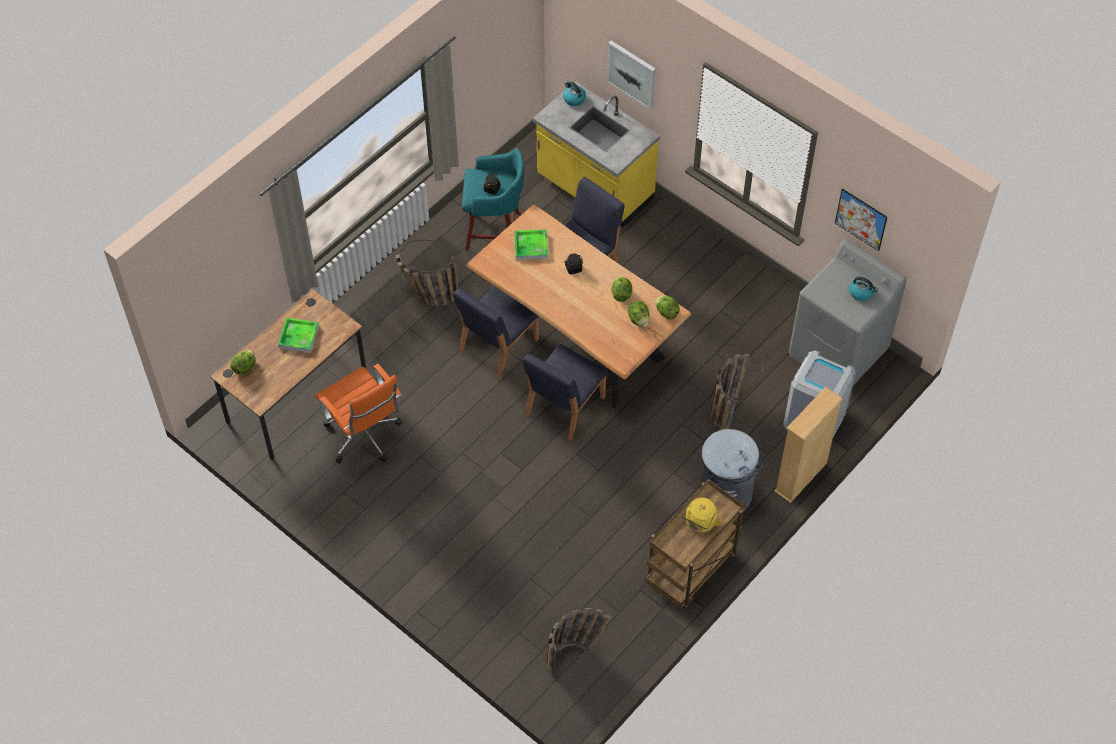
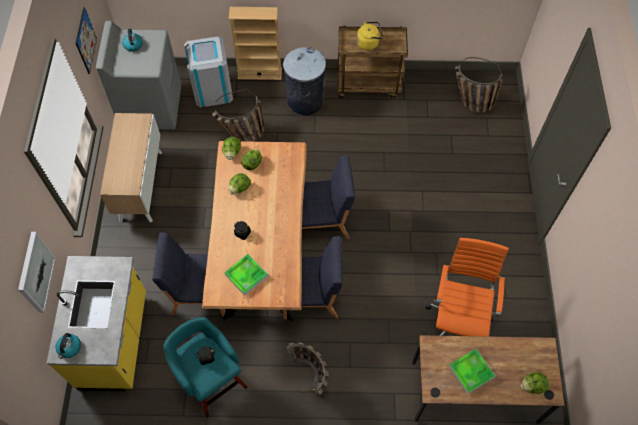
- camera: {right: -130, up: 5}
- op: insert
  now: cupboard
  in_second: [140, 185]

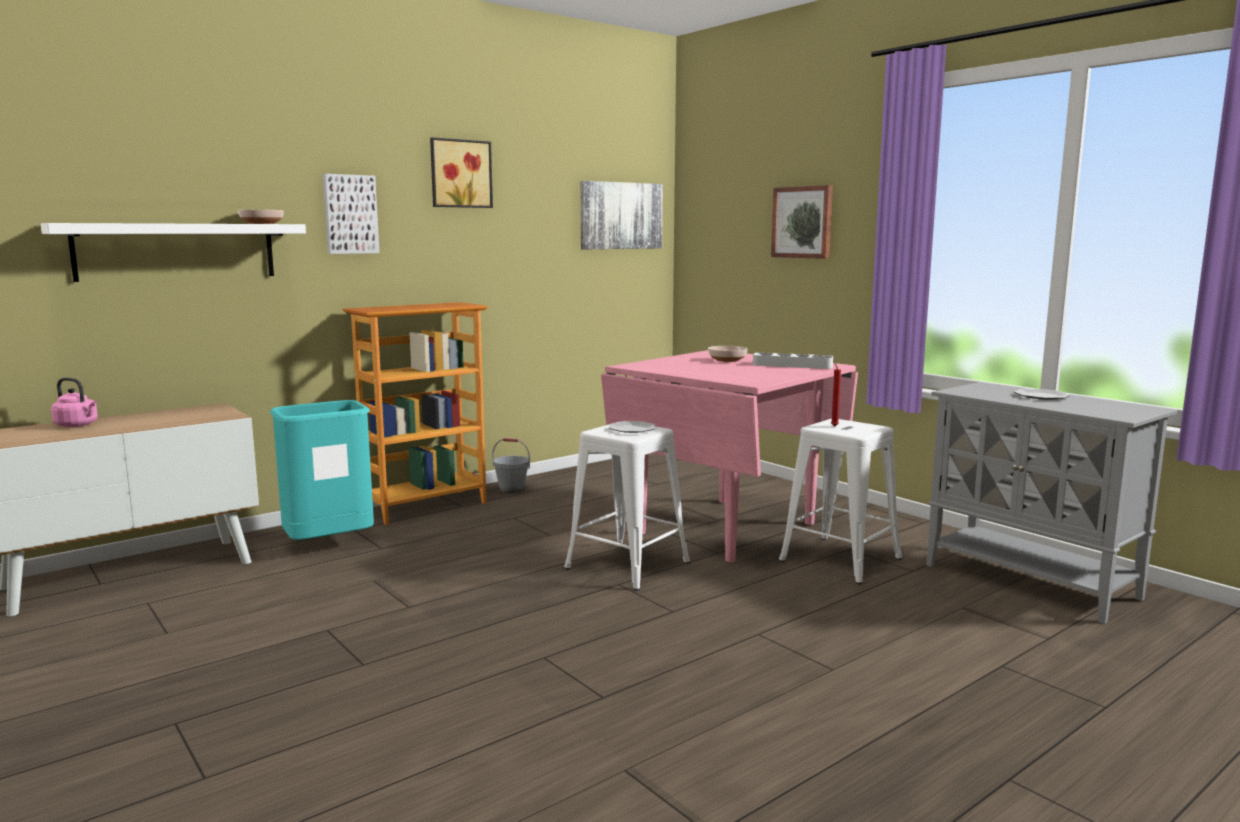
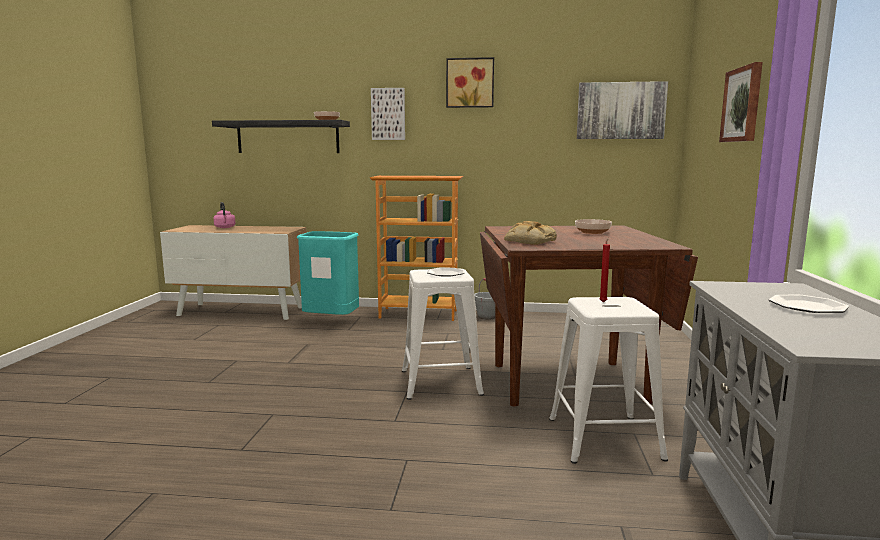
- camera: {right: 45, up: 0}
- op: recolor
  was: white wall shelf
  now: black-coloured wall shelf
  in_first: [177, 251]
  in_second: [288, 137]
- op: recolor
  was: pink dinner table
  now: brown-coloured dinner table
  in_first: [727, 528]
  in_second: [568, 383]
- op: insert
  now: bakery bread
  in_second: [529, 241]
- op: delete
  was: gray carrying tray
  in_first: [792, 365]

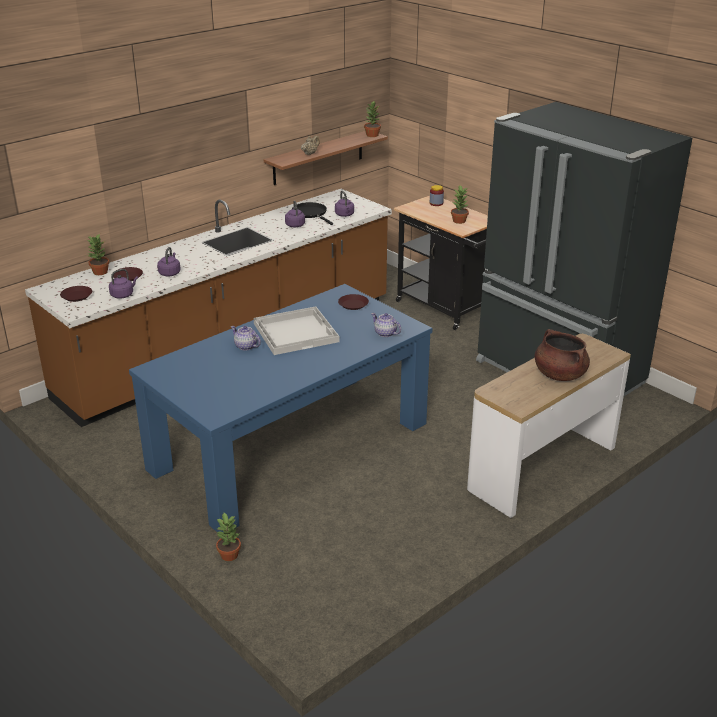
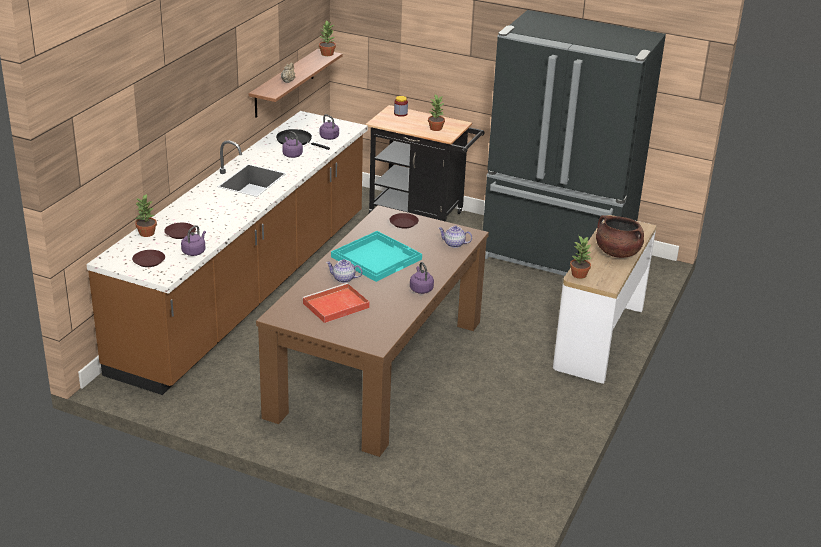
- camera: {right: -25, up: 0}
- op: recolor
  was: blue dinner table
  now: brown-coloured dinner table
  in_first: [290, 446]
  in_second: [377, 367]
- op: insert
  now: reddish carrying tray
  in_second: [335, 306]
- op: recolor
  was: white carrying tray
  now: blue-green carrying tray
  in_first: [296, 332]
  in_second: [376, 257]
- op: move
  was: purple-coloured water kettle
  in_first: [170, 273]
  in_second: [421, 289]
- op: move
  was: plant in a pot
  in_first: [229, 555]
  in_second: [579, 274]

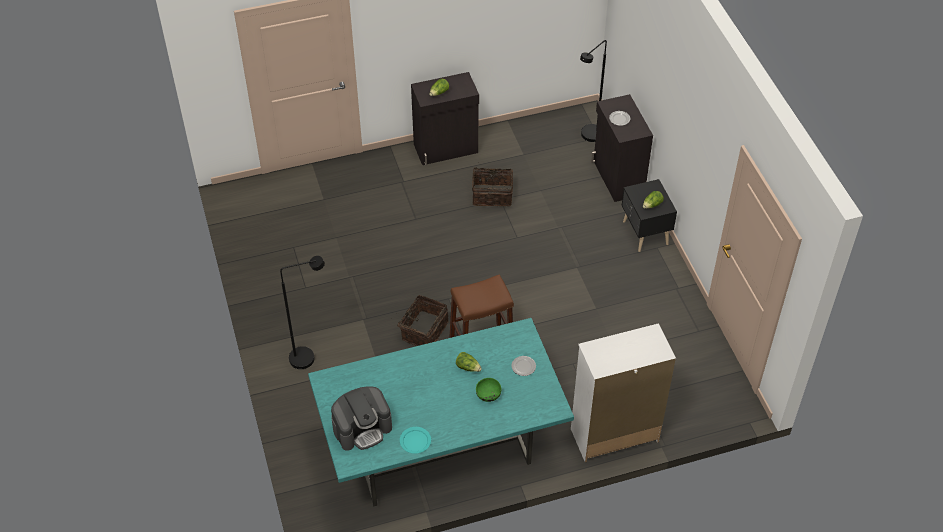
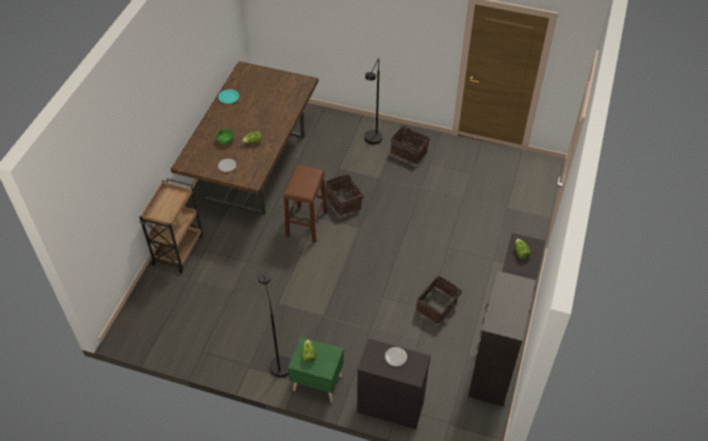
- camera: {right: 125, up: 0}
- op: replace
  was: white drawer chest
  now: brown-coloured cart
  in_first: [613, 435]
  in_second: [178, 249]
- op: recolor
  was: blue-green dinner table
  now: brown-coloured dinner table
  in_first: [441, 445]
  in_second: [254, 167]
- op: move
  was: black-coloured standard lamp
  in_first: [588, 138]
  in_second: [279, 362]
- op: recolor
  was: black-coloured bedside table
  now: green-coloured bedside table
  in_first: [644, 233]
  in_second: [317, 382]
- op: insert
  now: storage basket
  in_second: [409, 151]
- op: insert
  now: black-coloured drawer chest
  in_second: [491, 373]
- op: delete
  was: coffee maker
  in_first: [362, 428]

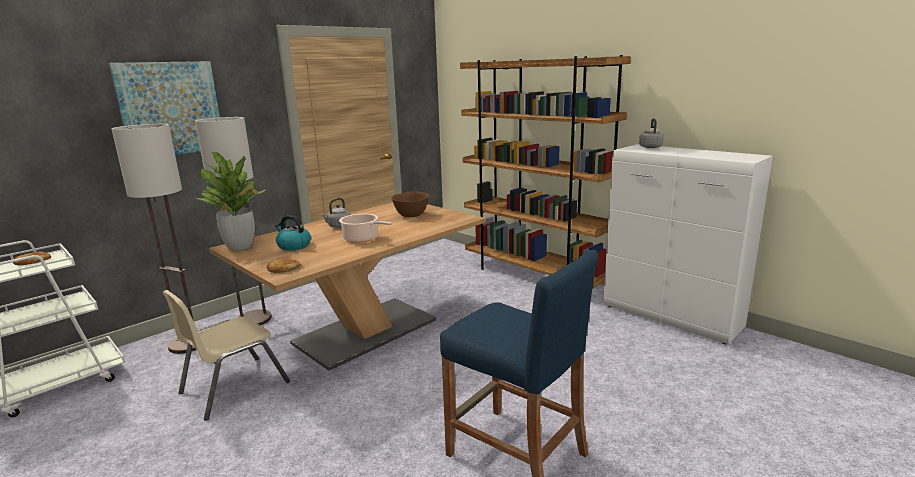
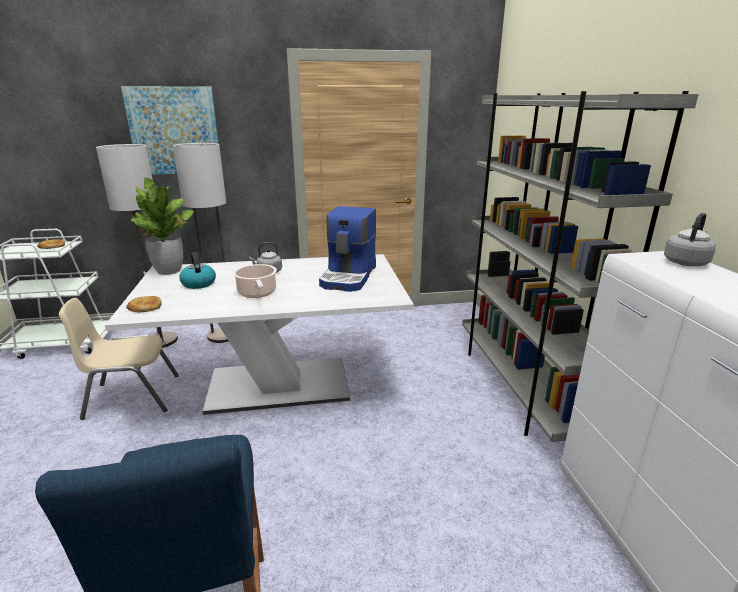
- camera: {right: 35, up: 5}
- op: recolor
  was: brown-coloured dinner table
  now: white dinner table
  in_first: [366, 331]
  in_second: [279, 385]
- op: replace
  was: brown-coloured serving bowl
  now: coffee maker
  in_first: [411, 215]
  in_second: [349, 277]
- op: recolor
  was: brown-coloured bookcase
  now: gray bookcase
  in_first: [535, 276]
  in_second: [519, 387]

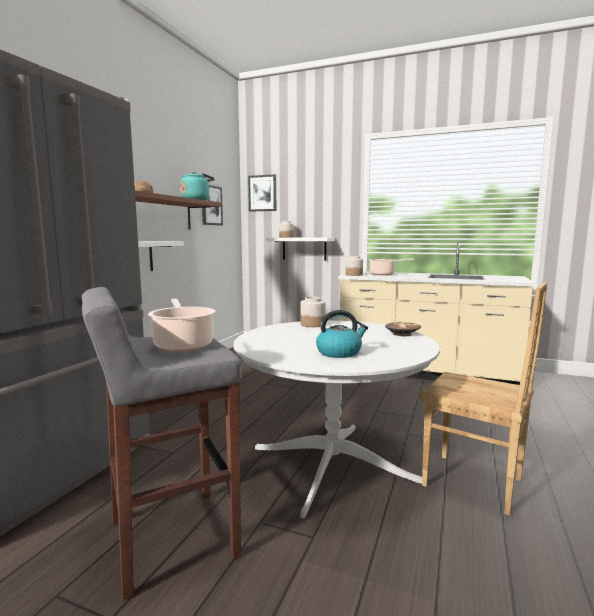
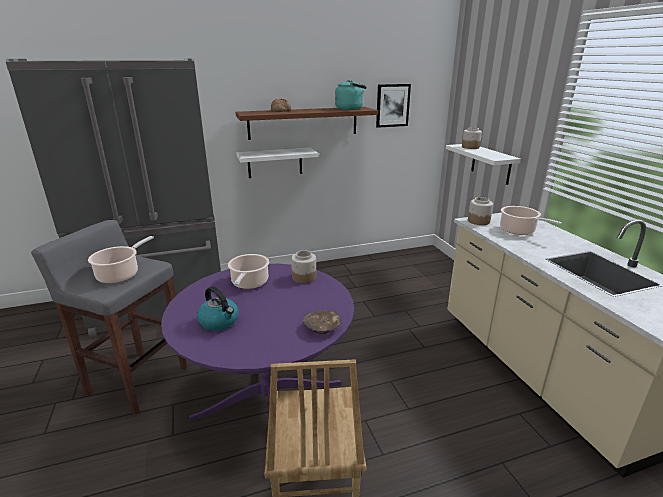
- camera: {right: 50, up: 15}
- op: recolor
  was: white dinner table
  now: purple-coloured dinner table
  in_first: [332, 464]
  in_second: [268, 400]
- op: insert
  now: stockpot
  in_second: [249, 283]
- op: delete
  was: wall art
  in_first: [262, 193]

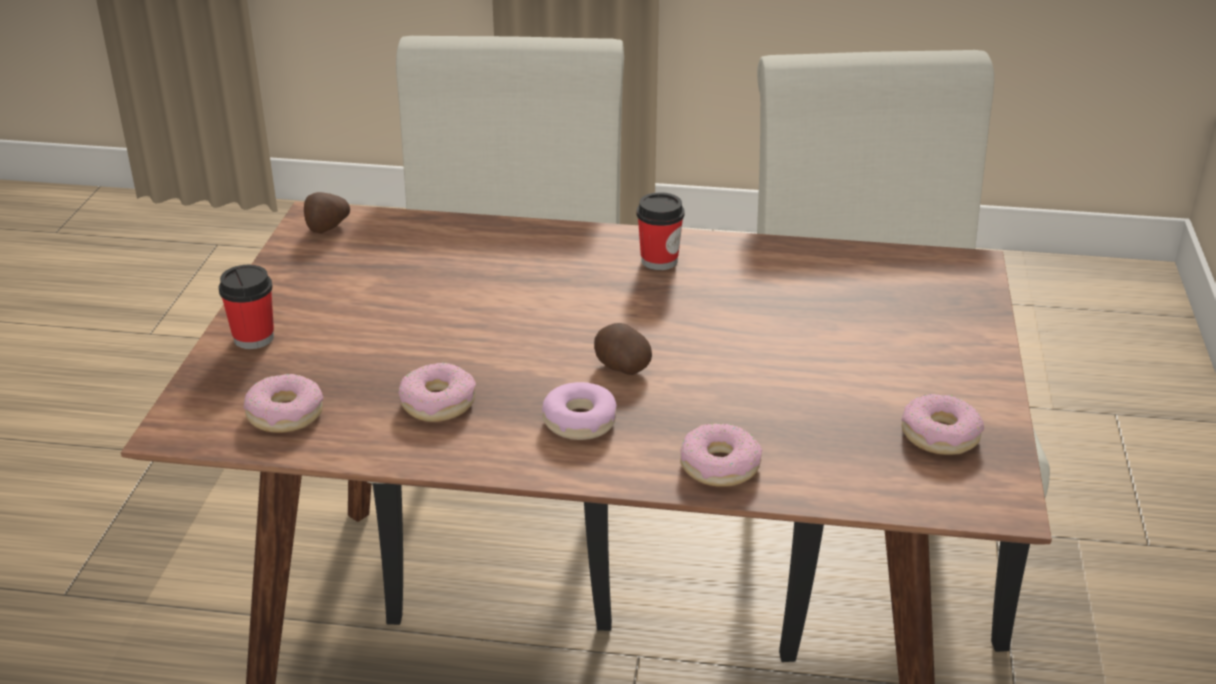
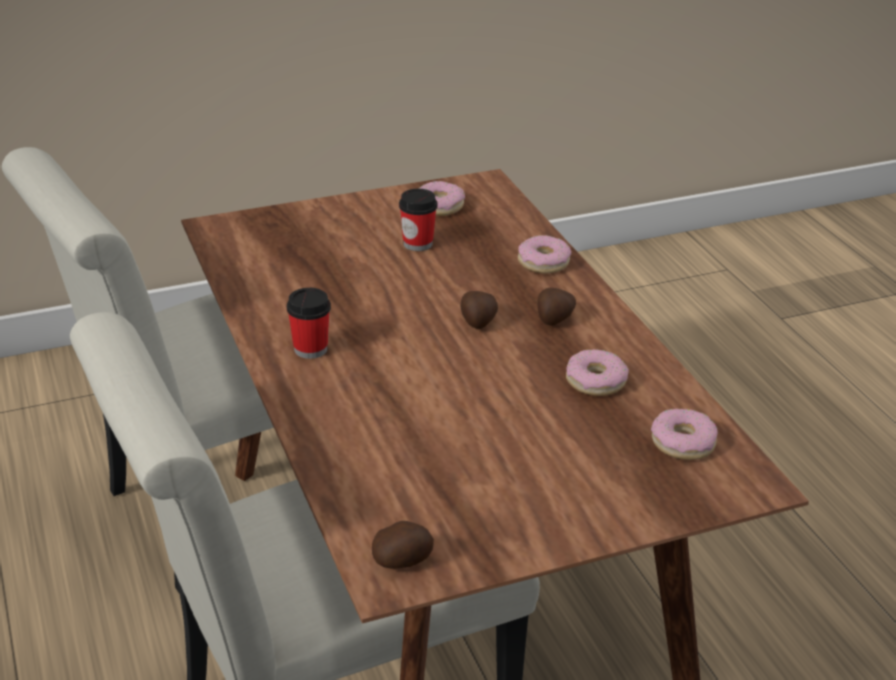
- camera: {right: -120, up: 0}
- op: move
  was: small cup
  in_first: [254, 338]
  in_second: [418, 244]
- op: replace
  was: doughnut
  now: spud
  in_first: [580, 421]
  in_second: [553, 320]

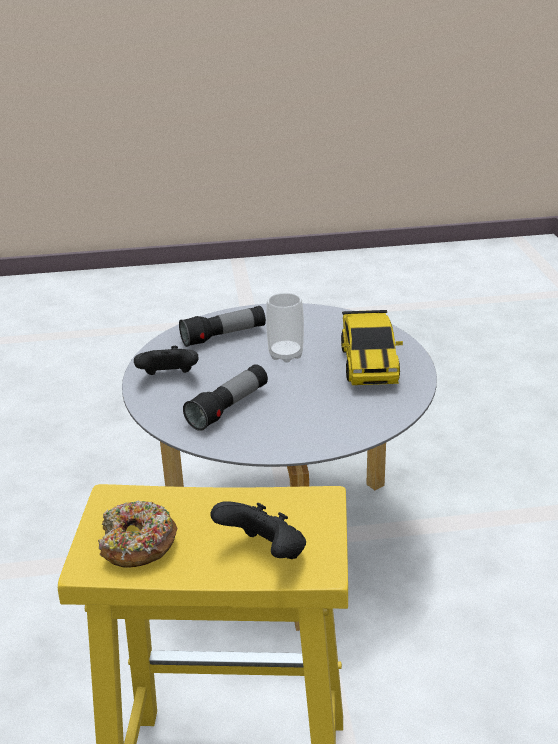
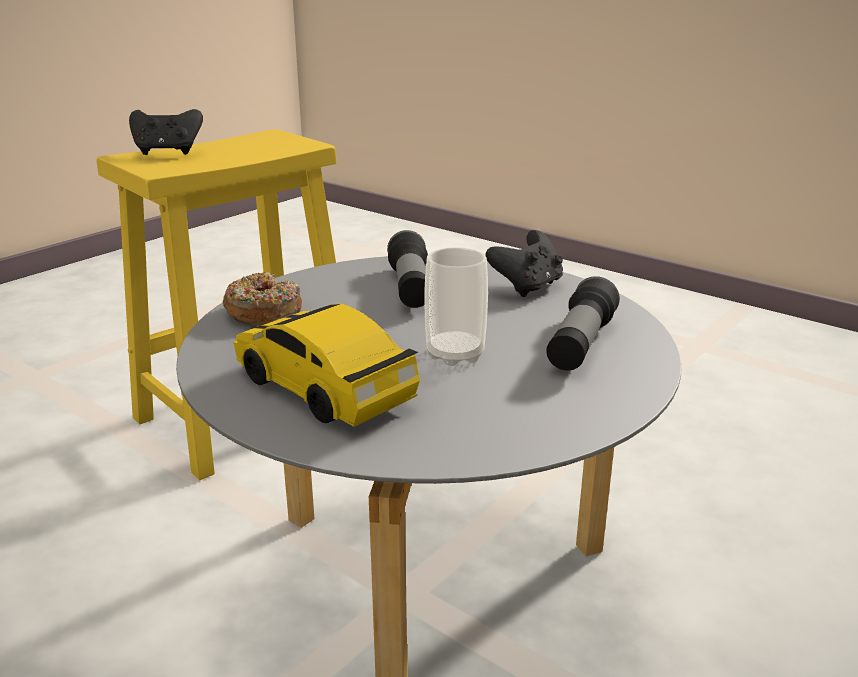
- camera: {right: 135, up: -5}
- op: move
  was: doughnut
  in_first: [137, 544]
  in_second: [263, 312]

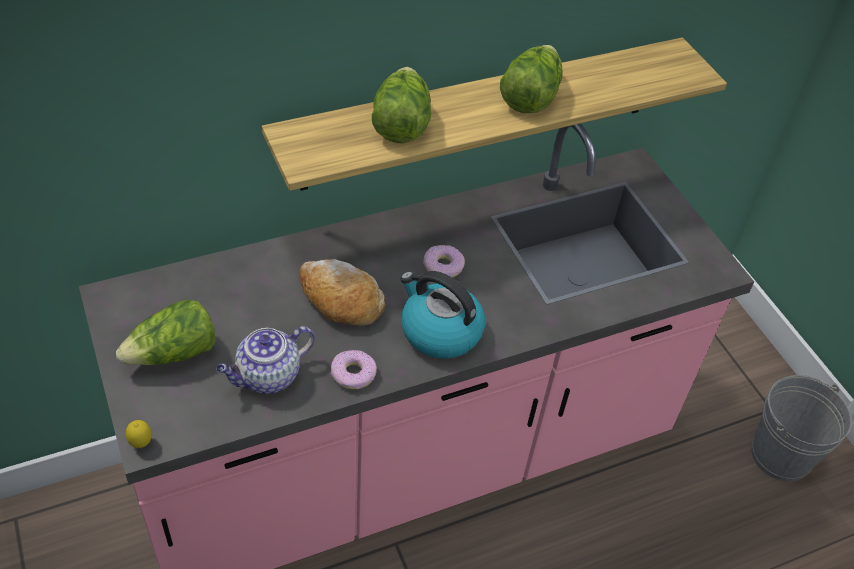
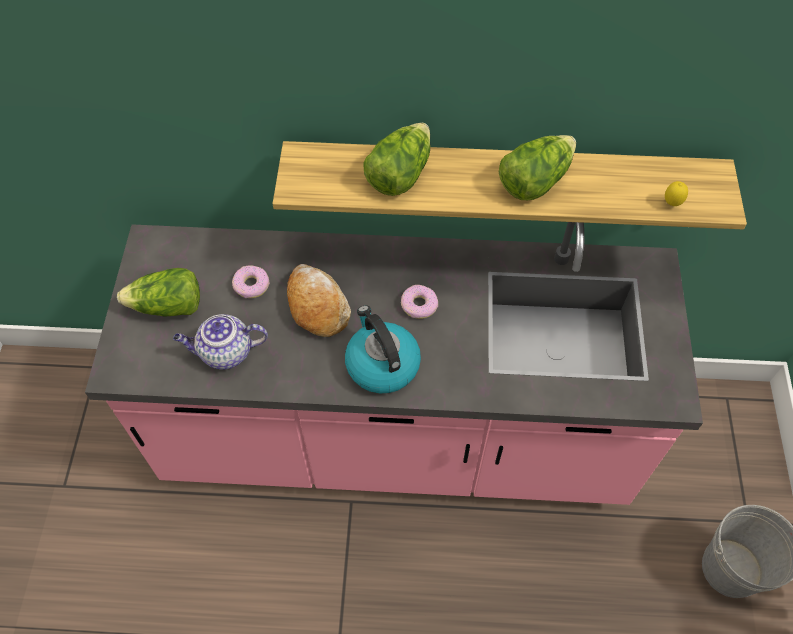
- camera: {right: 30, up: 10}
- op: move
  was: doughnut
  in_first: [353, 374]
  in_second: [251, 285]
- op: move
  was: whole lemon
  in_first: [141, 443]
  in_second: [671, 204]

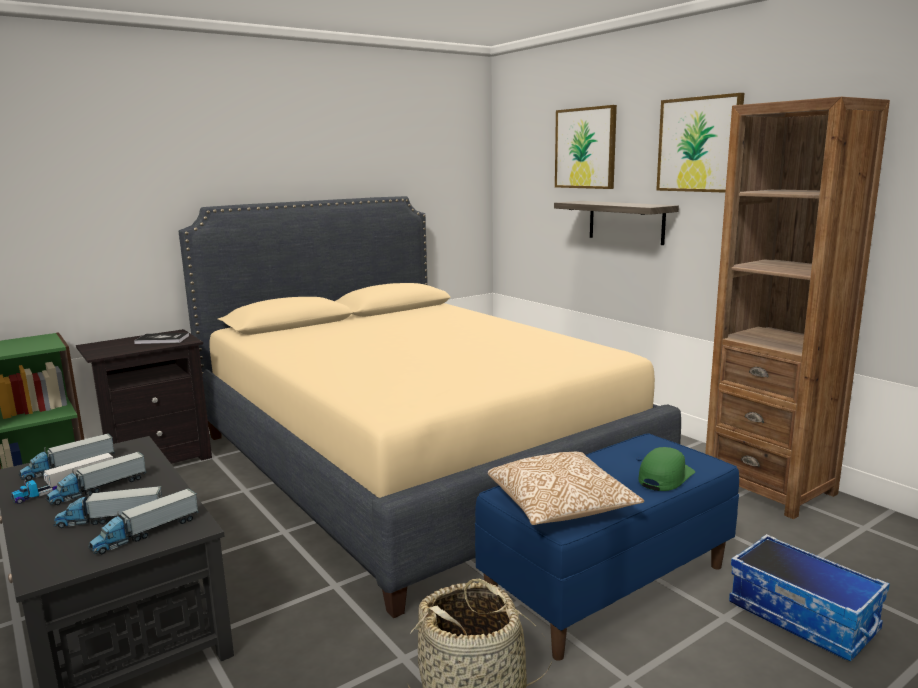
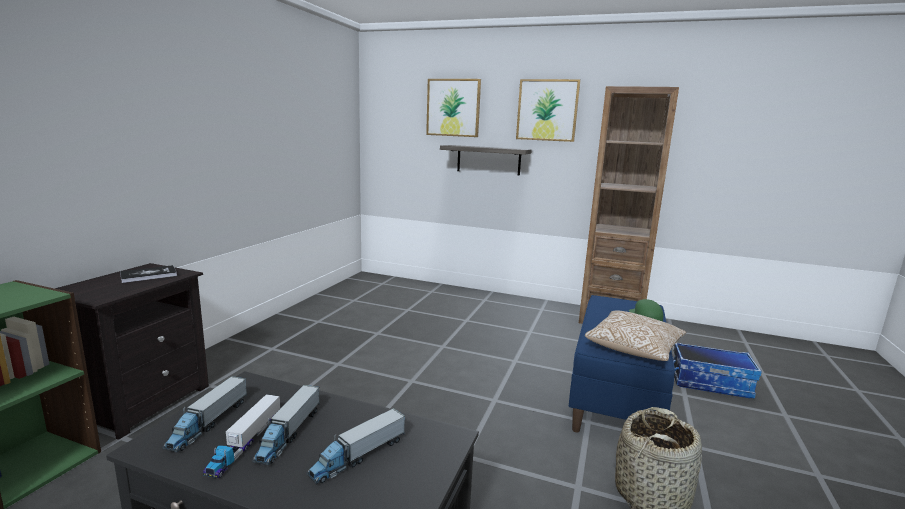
- camera: {right: -35, up: 0}
- op: delete
  was: toy truck
  in_first: [146, 533]
- op: delete
  was: beige-coloured bed
  in_first: [413, 462]

